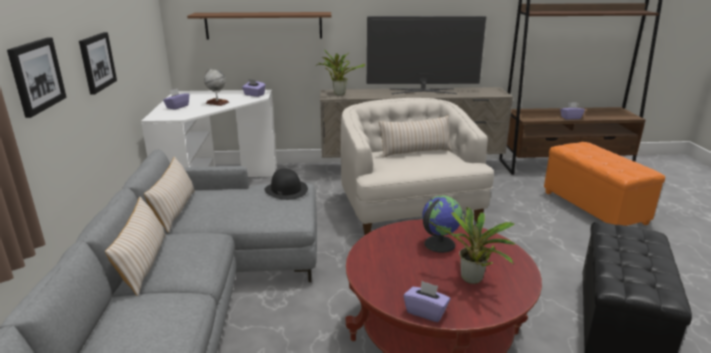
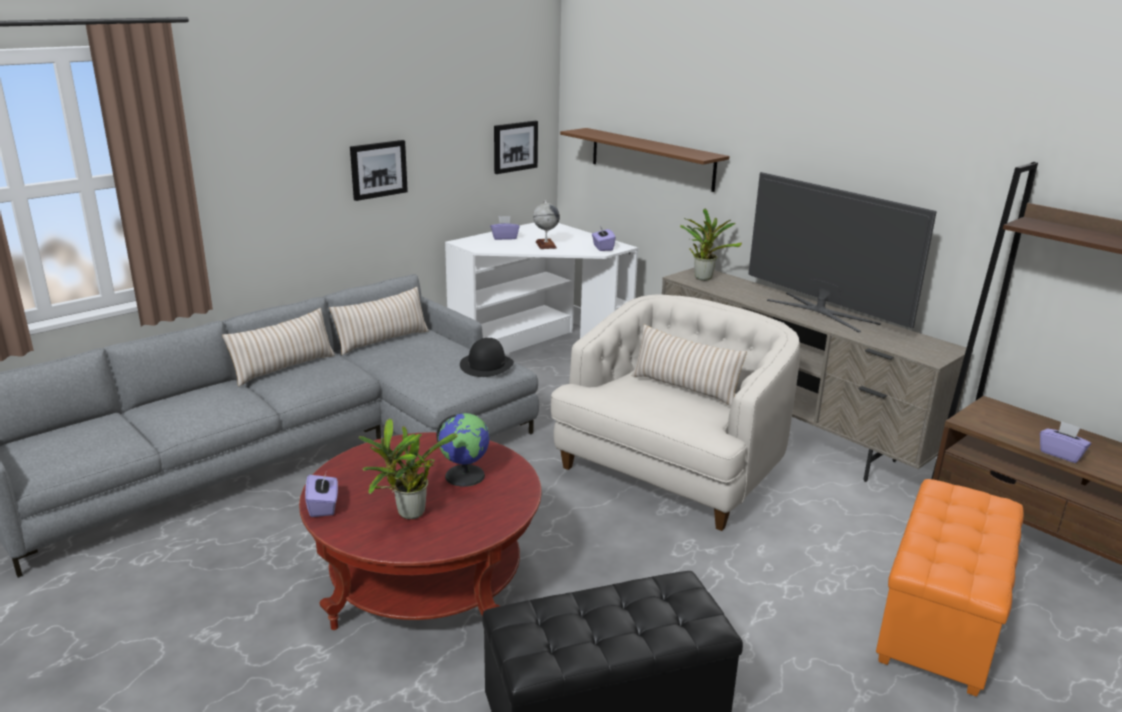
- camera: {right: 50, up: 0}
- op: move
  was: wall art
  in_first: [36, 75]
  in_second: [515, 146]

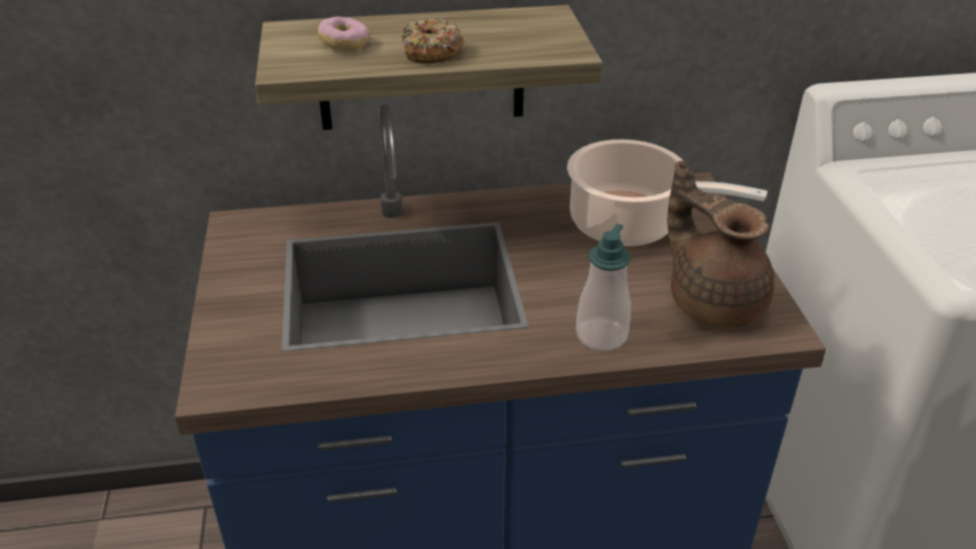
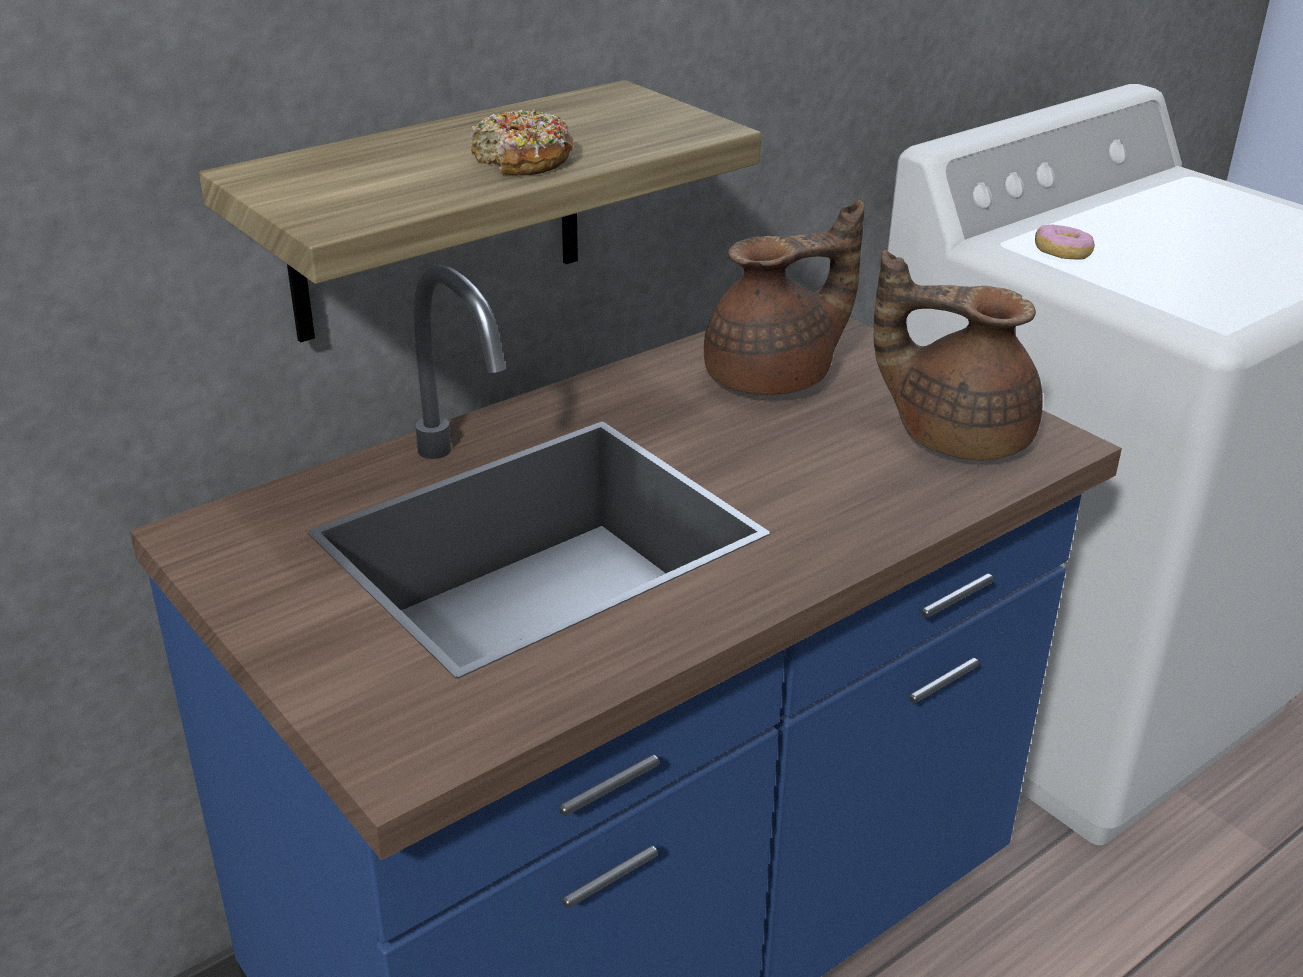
- camera: {right: -30, up: -5}
- op: replace
  was: stockpot
  now: brown-coloured tea pot
  in_first: [630, 225]
  in_second: [774, 378]
- op: move
  was: doughnut
  in_first: [344, 44]
  in_second: [1062, 255]
- op: delete
  was: soap dispenser
  in_first: [601, 335]

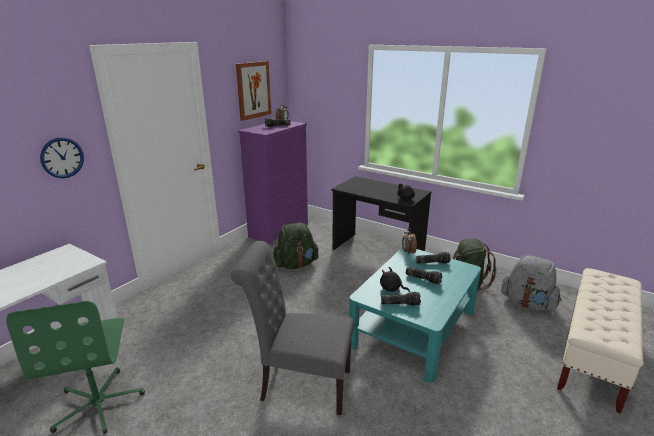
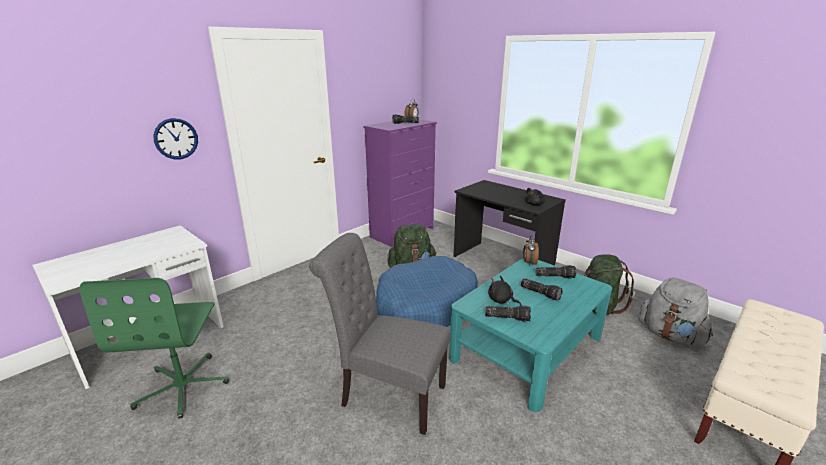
- camera: {right: 10, up: 0}
- op: insert
  now: blue dog bed
  in_second: [426, 306]
- op: delete
  was: wall art
  in_first: [253, 90]

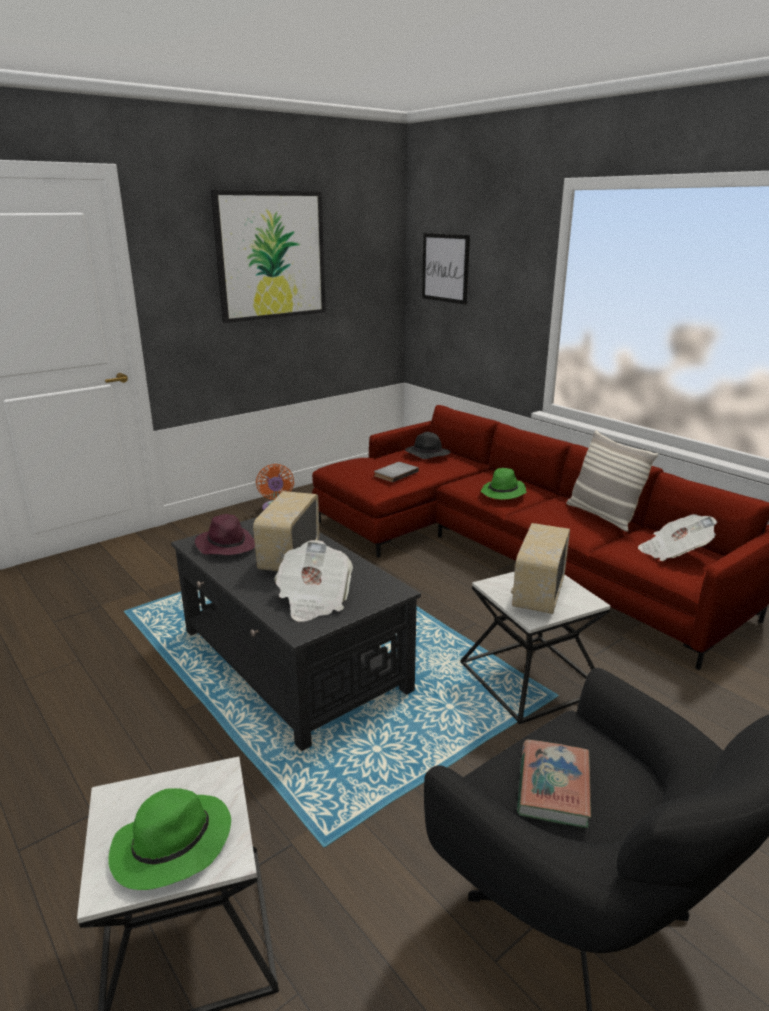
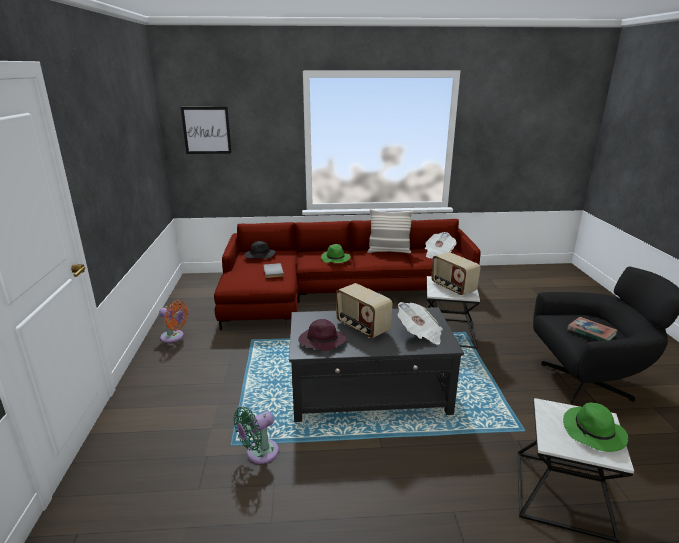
- camera: {right: -55, up: 0}
- op: insert
  now: green-coloured cooling fan
  in_second: [259, 453]
- op: delete
  was: wall art
  in_first: [271, 256]

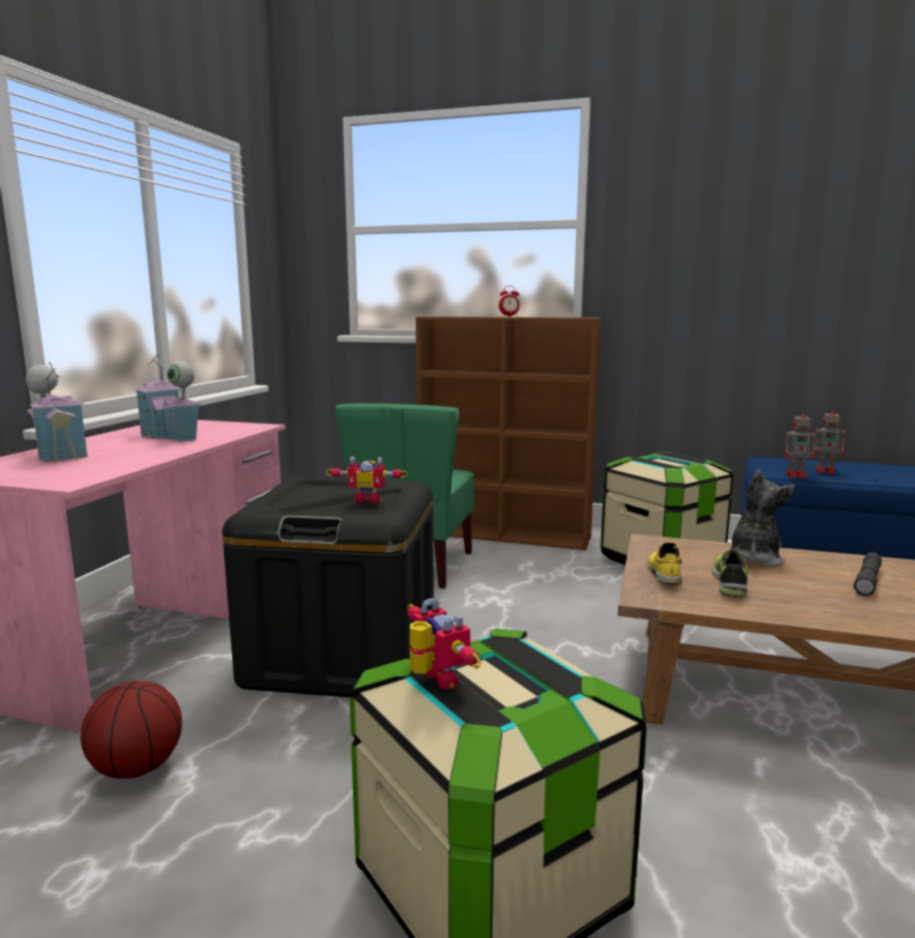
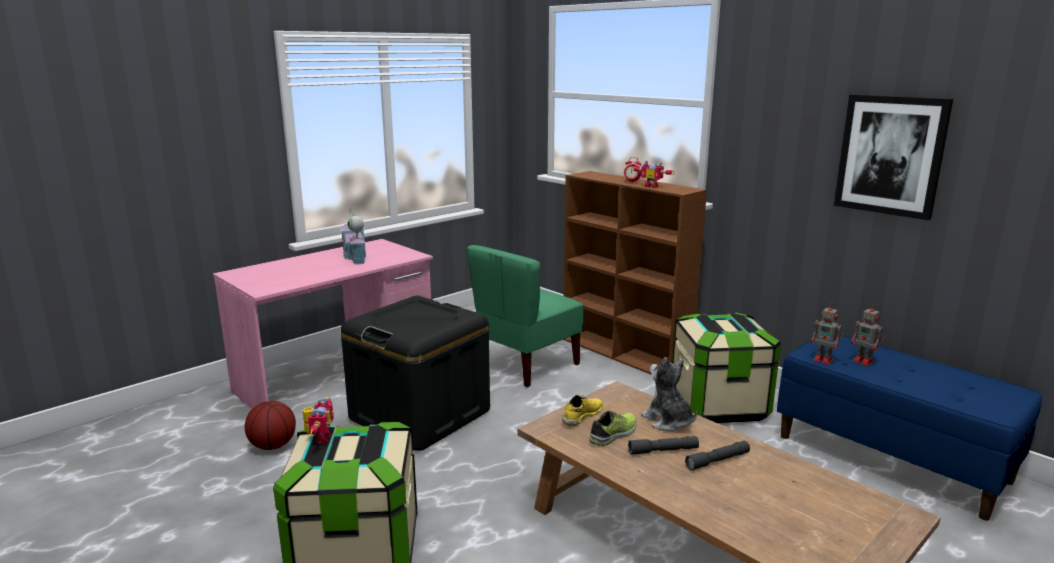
- camera: {right: 30, up: 5}
- op: insert
  now: gray flashlight
  in_second: [663, 450]
- op: move
  was: toy robot
  in_first: [368, 500]
  in_second: [652, 186]
- op: rotate
  was: cuddly toy
  in_first: [754, 558]
  in_second: [668, 421]
  clockwise: -90
- op: insert
  now: wall art
  in_second: [890, 155]
- op: delete
  was: toy house
  in_first: [59, 454]

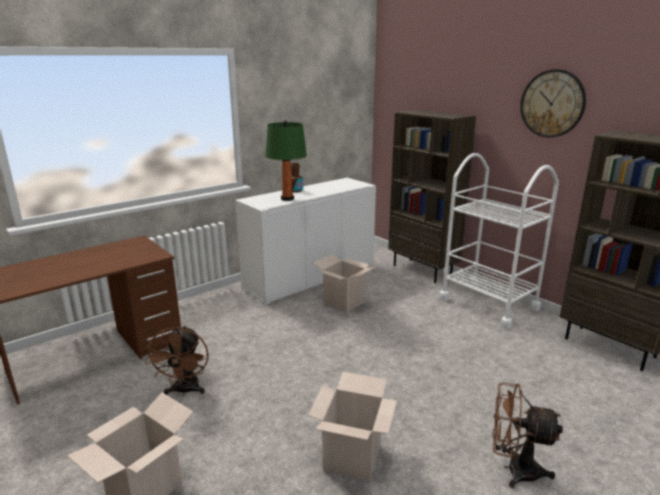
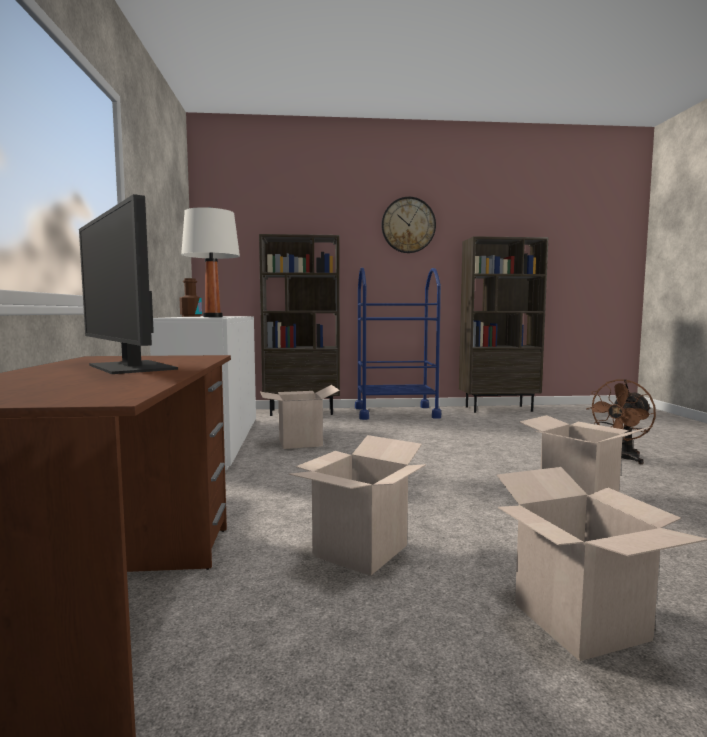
- camera: {right: -55, up: -15}
- op: insert
  now: computer display
  in_second: [131, 367]
- op: recolor
  was: green-coloured lamp for a table
  now: white lamp for a table
  in_first: [287, 198]
  in_second: [213, 317]
- op: replace
  was: brown-coloured cooling fan
  now: carton
  in_first: [185, 391]
  in_second: [360, 551]
- op: recolor
  was: white cart
  now: blue cart
  in_first: [488, 303]
  in_second: [396, 413]

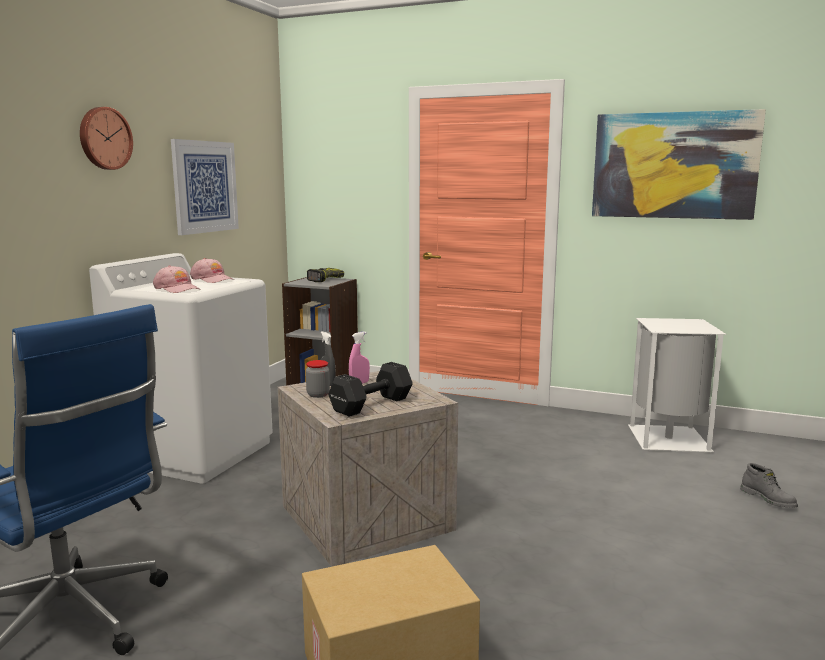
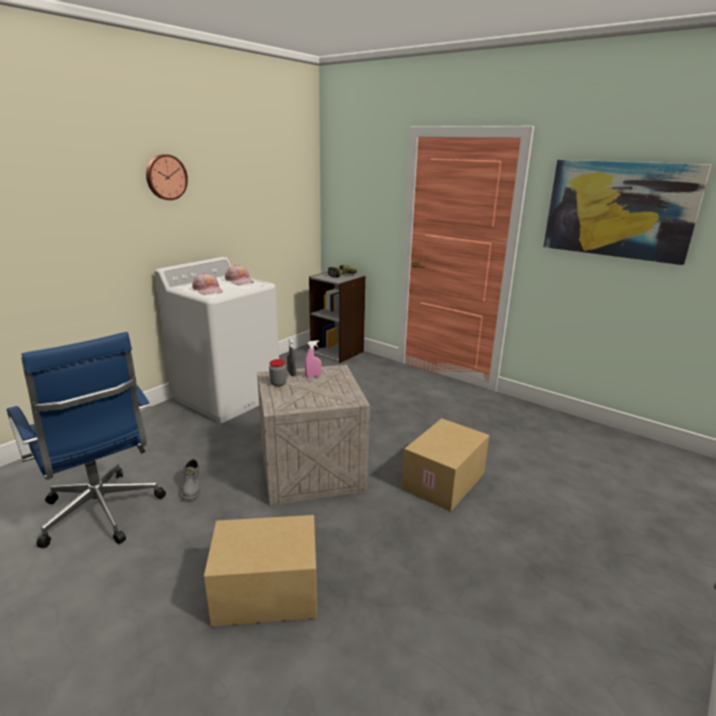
- camera: {right: 15, up: 10}
- op: move
  was: gray boot
  in_first: [768, 499]
  in_second: [192, 488]
- op: insert
  now: carton
  in_second: [444, 482]
- op: delete
  was: wall art
  in_first: [205, 187]
- op: delete
  was: black-coloured free weight
  in_first: [369, 405]
- op: delete
  was: white waste bin
  in_first: [669, 438]

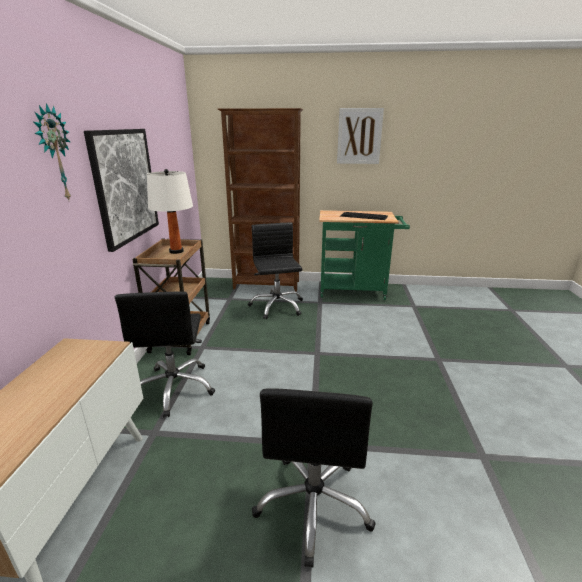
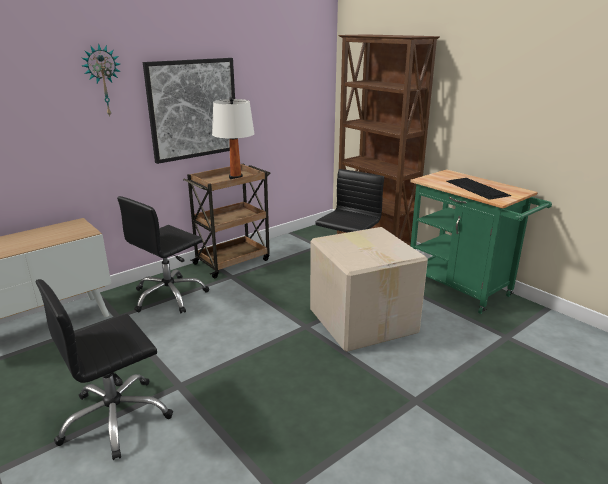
- camera: {right: 45, up: 0}
- op: insert
  now: carton
  in_second: [363, 320]
- op: delete
  was: wall art
  in_first: [359, 136]

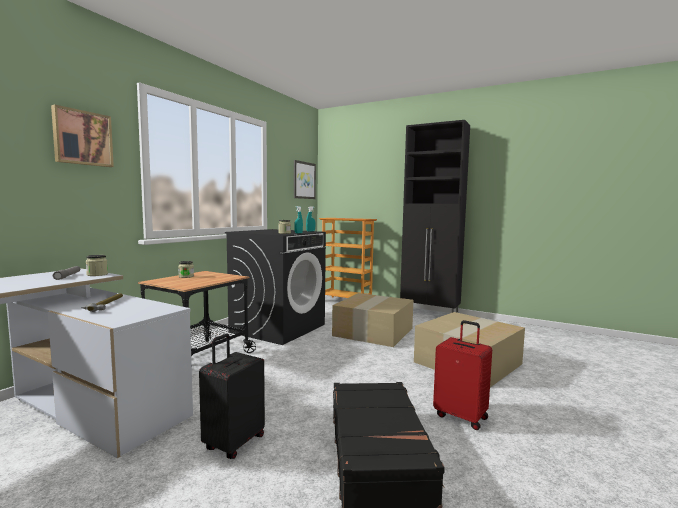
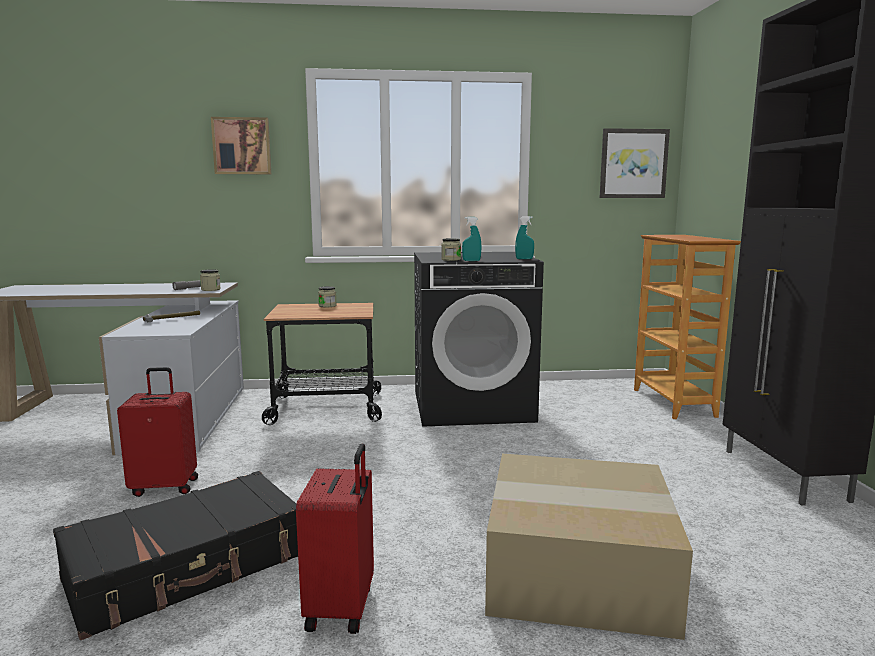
- camera: {right: 55, up: 5}
- op: recolor
  was: black-coloured suitcase
  now: reddish suitcase
  in_first: [233, 443]
  in_second: [165, 486]
- op: delete
  was: carton
  in_first: [373, 331]

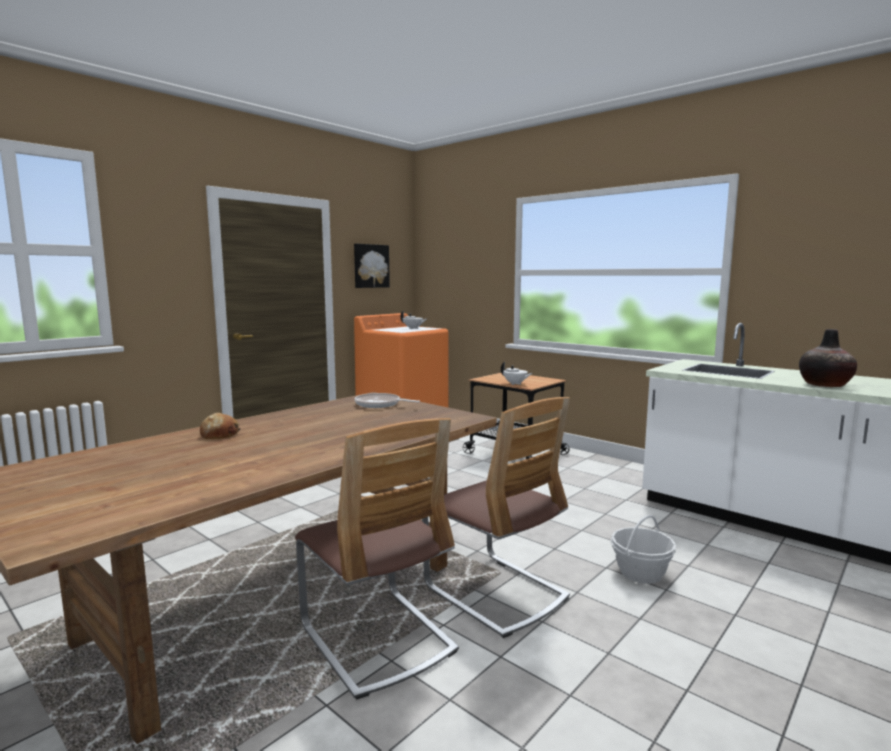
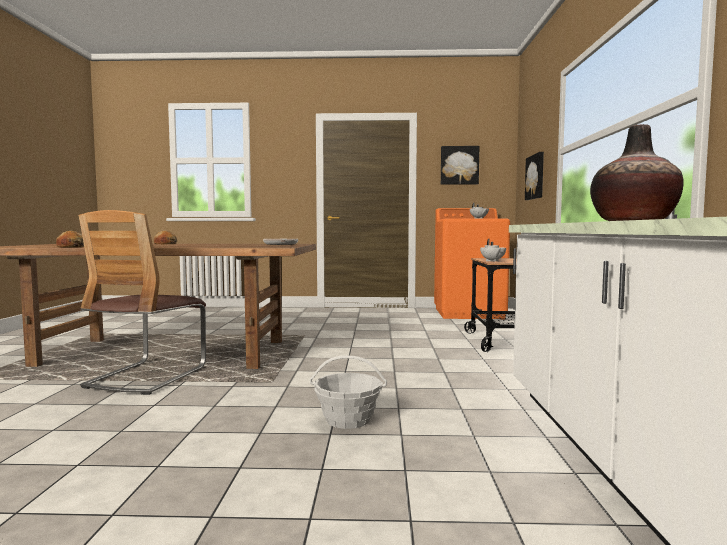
- camera: {right: 50, up: -5}
- op: insert
  now: bakery bread
  in_second: [71, 246]
- op: insert
  now: wall art
  in_second: [536, 177]
- op: delete
  was: chair
  in_first: [495, 592]

